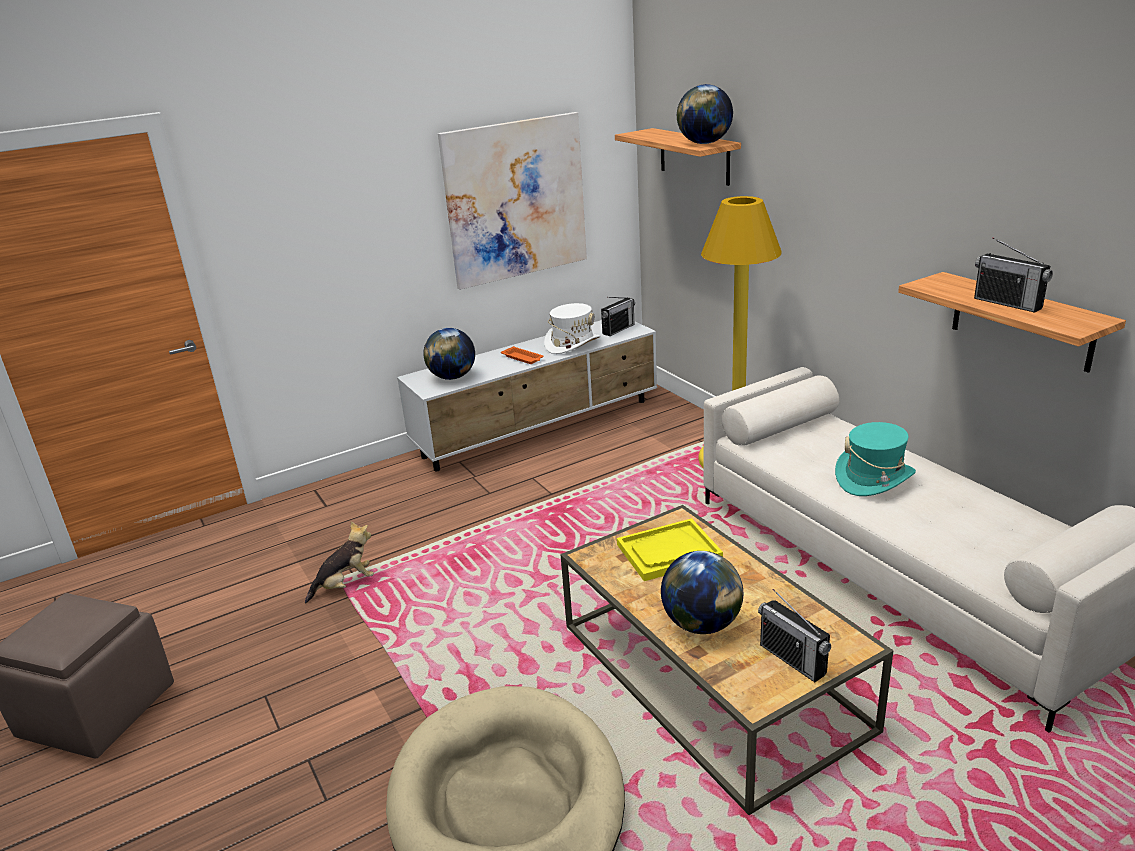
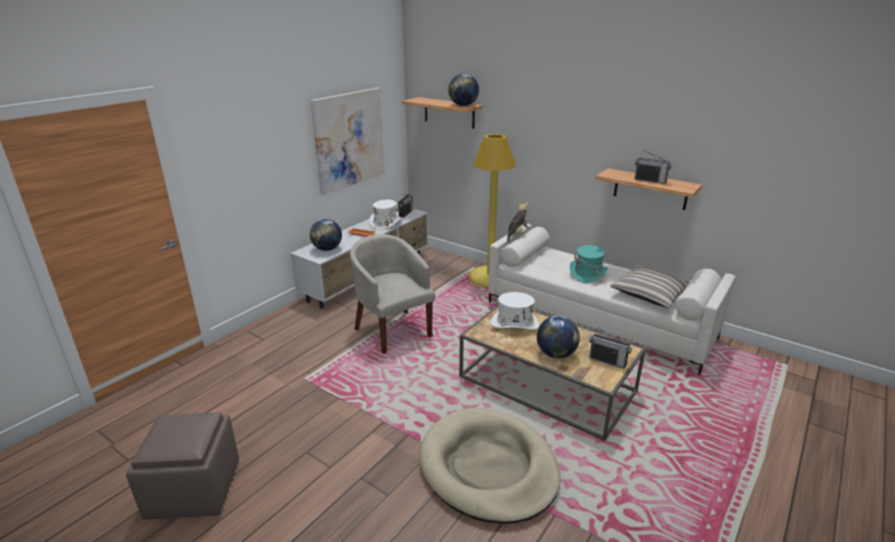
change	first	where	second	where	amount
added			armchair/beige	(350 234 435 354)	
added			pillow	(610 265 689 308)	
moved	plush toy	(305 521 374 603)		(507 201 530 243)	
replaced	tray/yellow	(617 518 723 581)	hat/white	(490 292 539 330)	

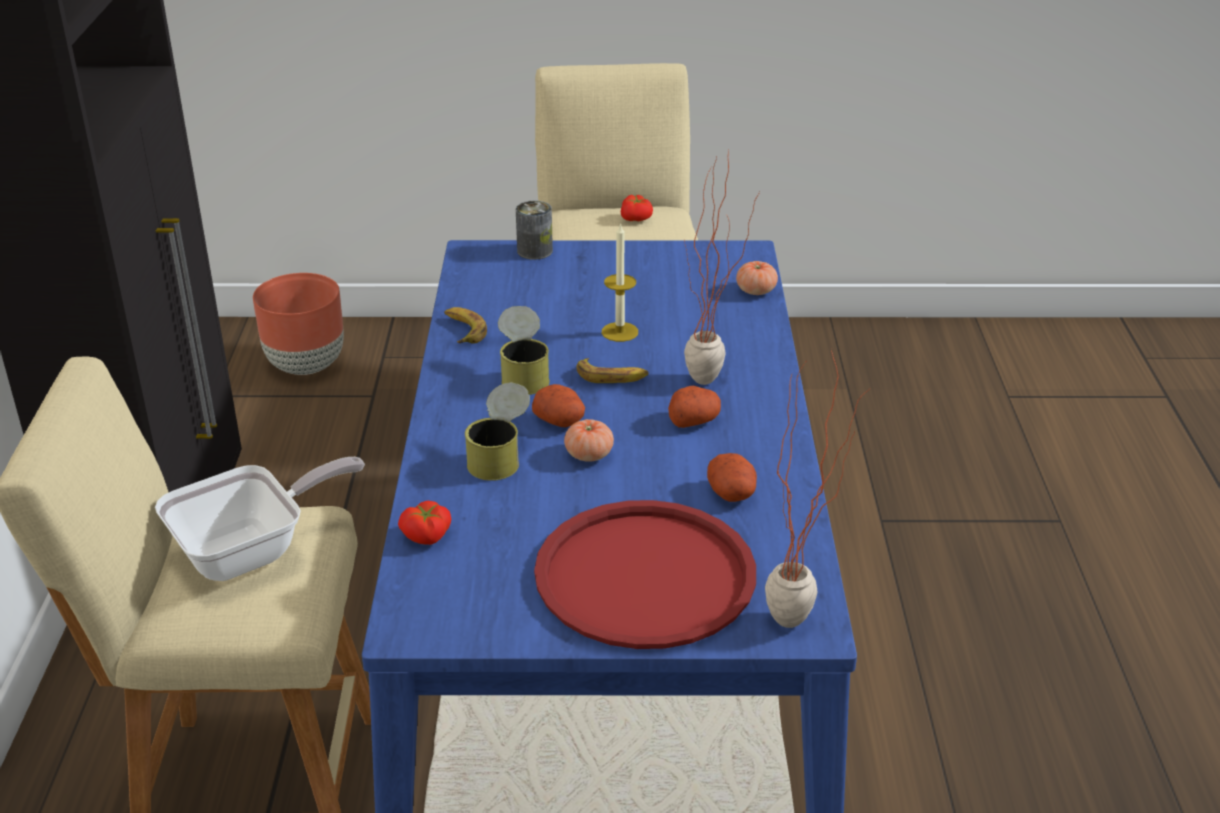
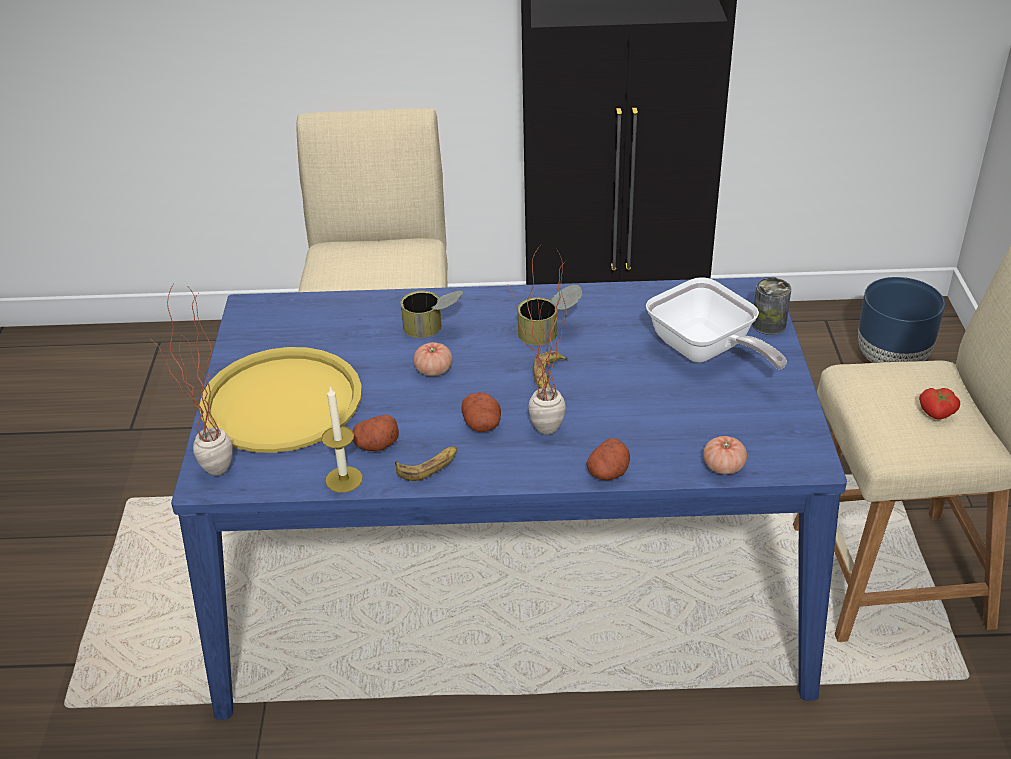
change	first	where	second	where	amount
removed	tomato	(398 501 451 545)			
moved	frying pan	(155 457 365 581)		(646 277 787 369)	
moved	banana	(444 307 487 344)		(395 446 457 481)	
moved	potato	(532 384 585 427)		(586 438 630 480)	
moved	candle	(602 223 638 342)		(321 386 363 493)	
recoloured	planter/brown	(253 273 344 375)	planter/blue	(858 277 945 363)	
recoloured	tray/red	(534 500 756 649)	tray/yellow	(200 347 362 453)	

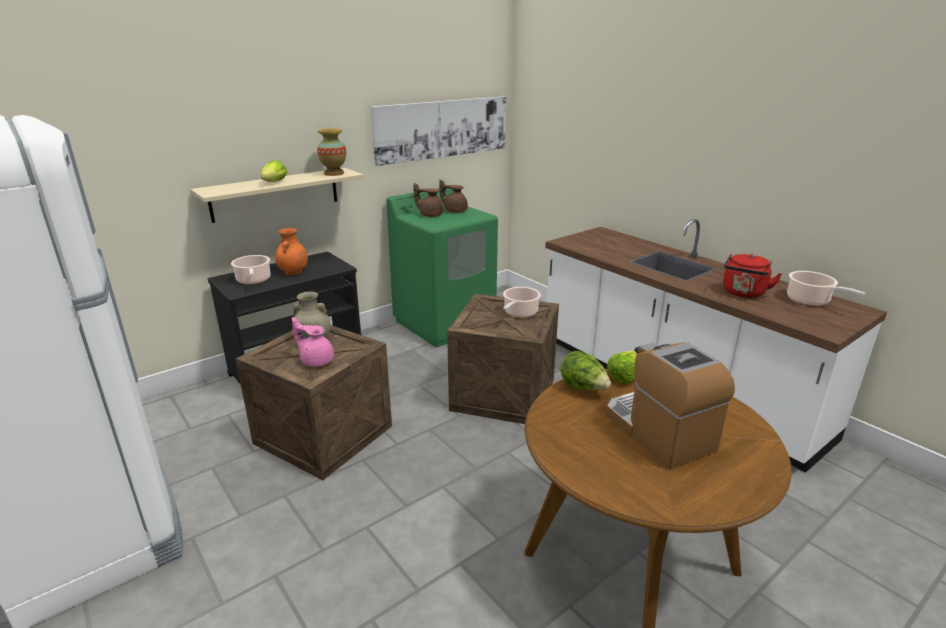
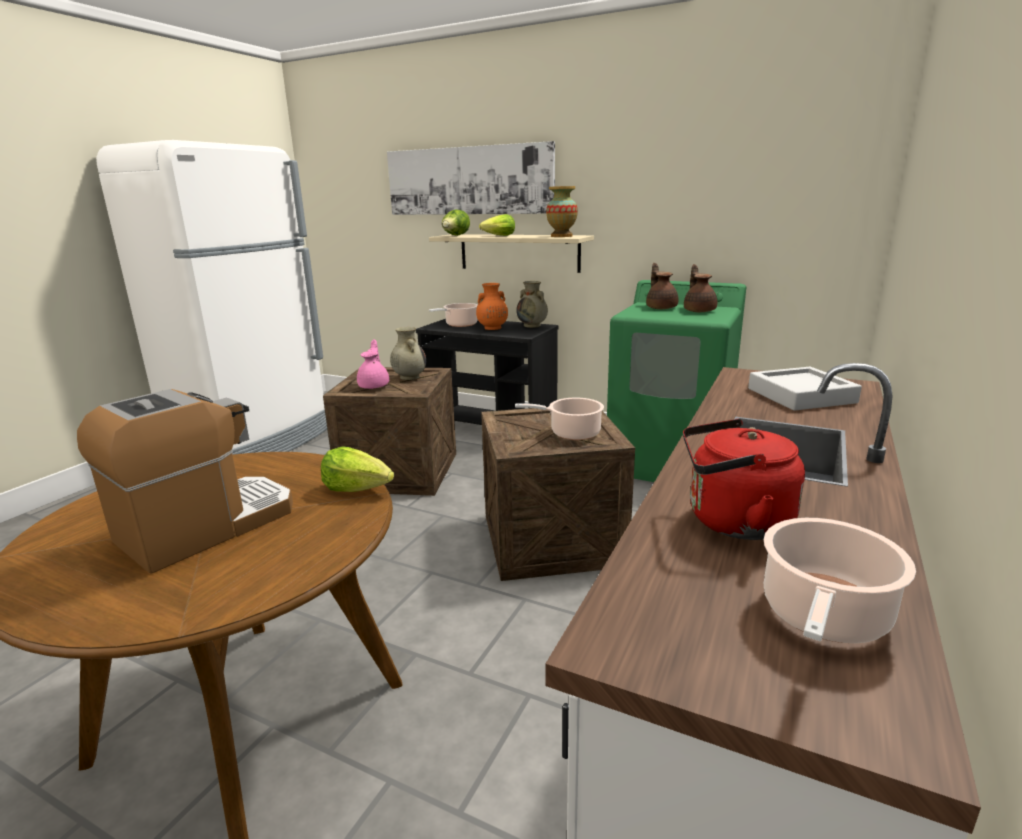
change	first	where	second	where	amount
added			vase/beige	(516 281 548 328)	
added			tray/grey	(748 367 862 411)	
moved	picture	(371 96 506 166)		(387 141 555 215)	
moved	lettuce	(560 351 611 391)		(442 209 470 236)	

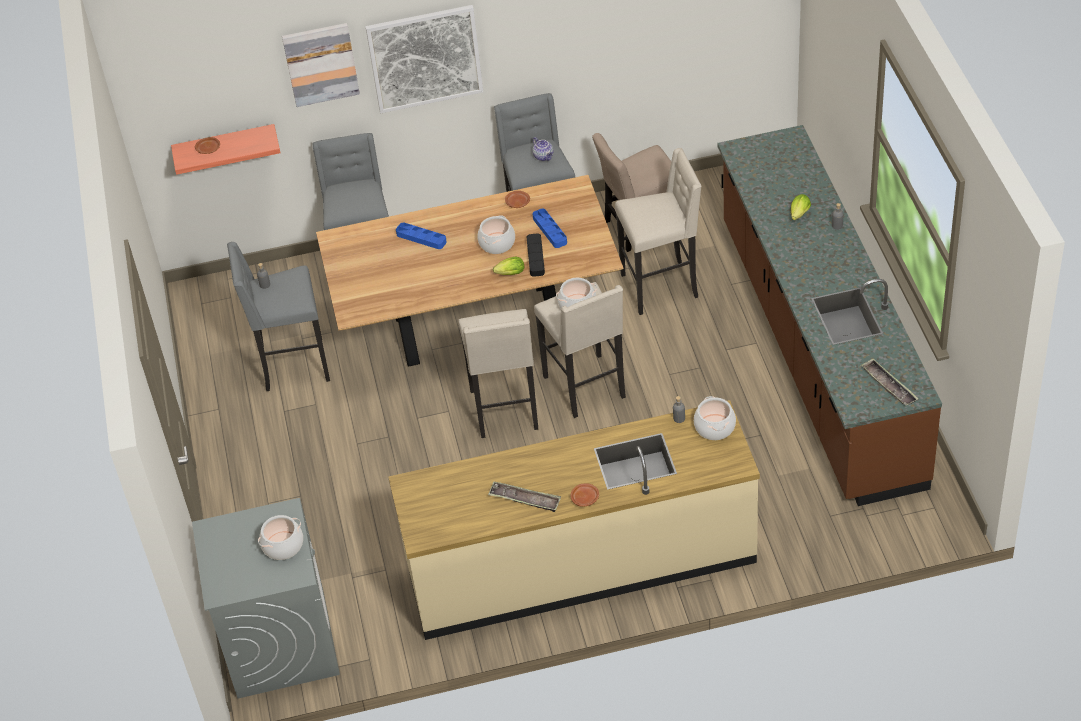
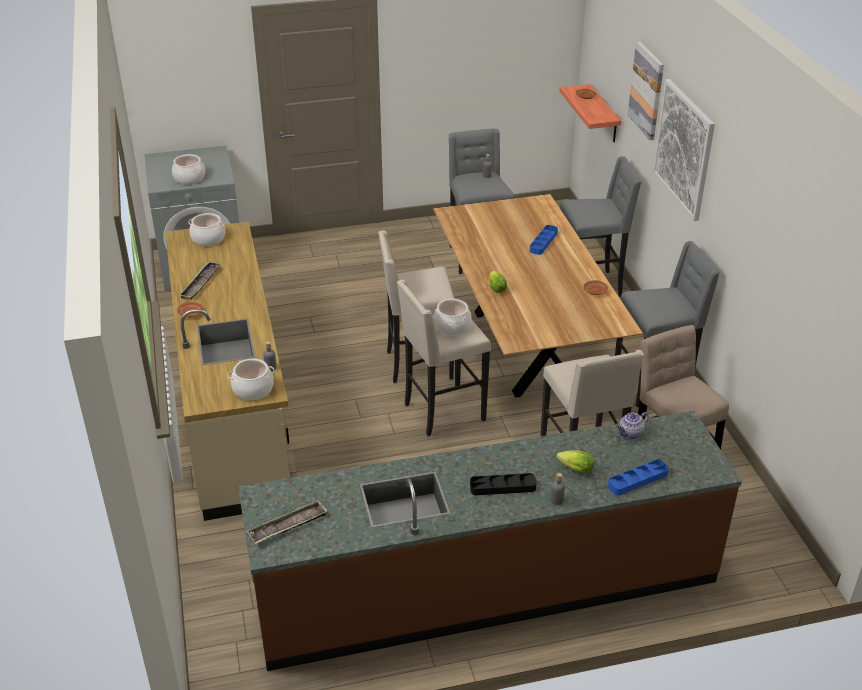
change	first	where	second	where	amount
moved	cooking pot	(477 215 515 254)		(188 213 225 246)	
moved	tray/black	(527 234 545 277)		(470 473 537 495)	
moved	teapot	(533 137 553 161)		(617 412 649 439)	
moved	tray/blue	(533 209 567 248)		(608 459 669 495)	

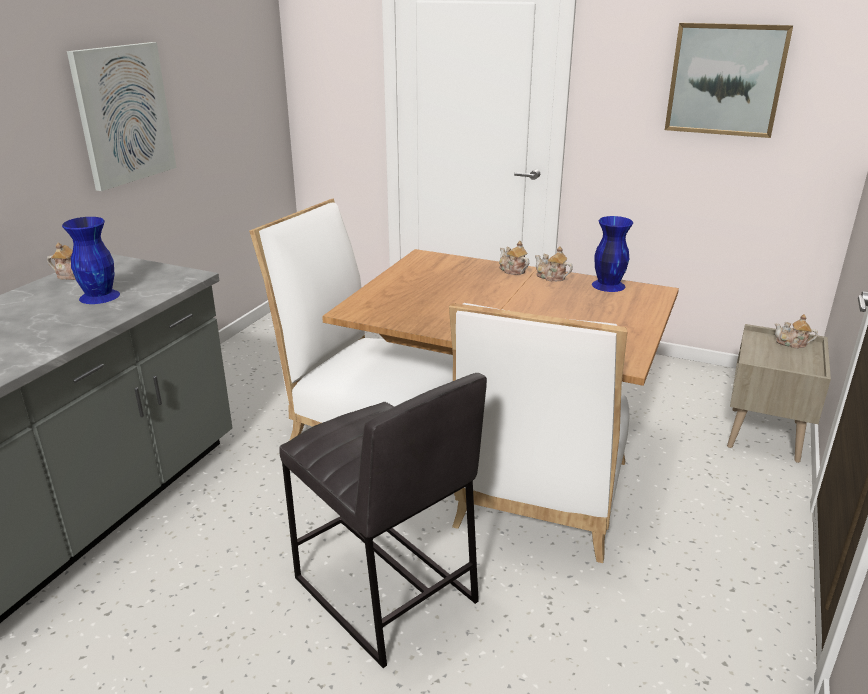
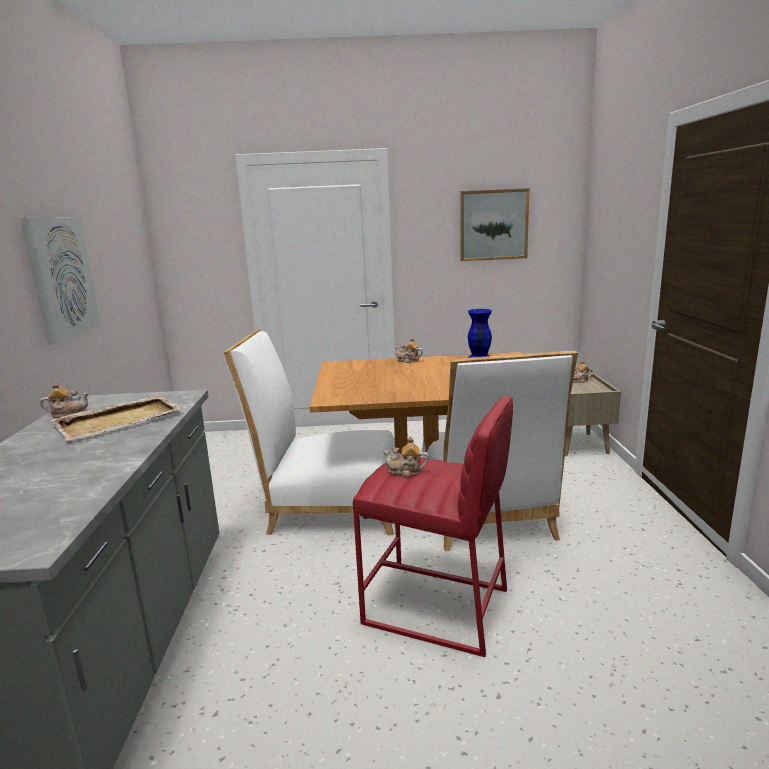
change	first	where	second	where	amount
moved	teapot	(535 246 573 281)		(383 436 429 477)	
replaced	vase/blue	(62 217 120 304)	tray/beige	(51 395 183 441)	
recoloured	stool/grey	(279 373 487 668)	stool/red	(353 396 513 657)	

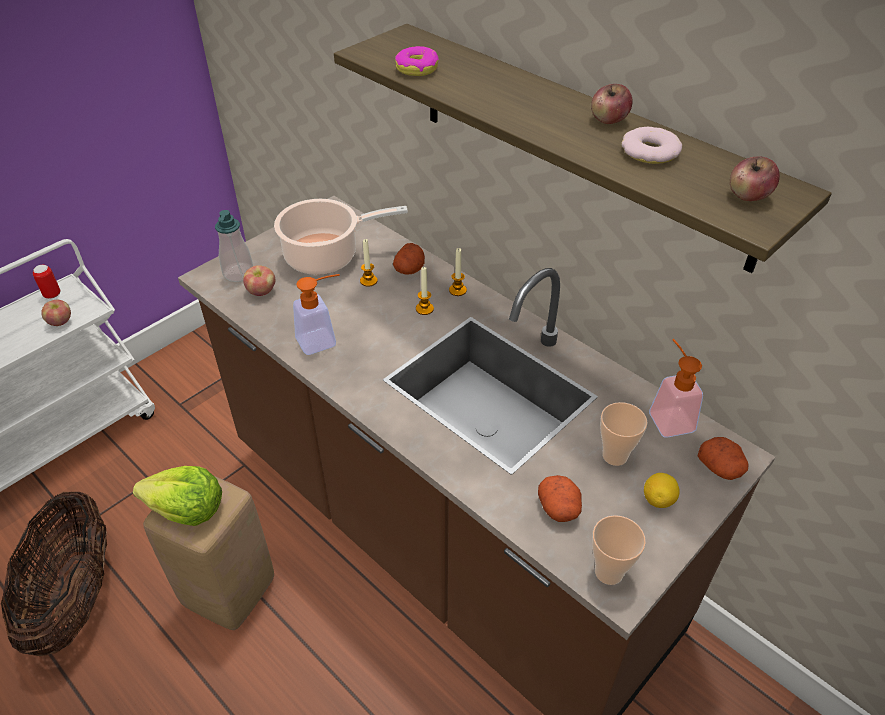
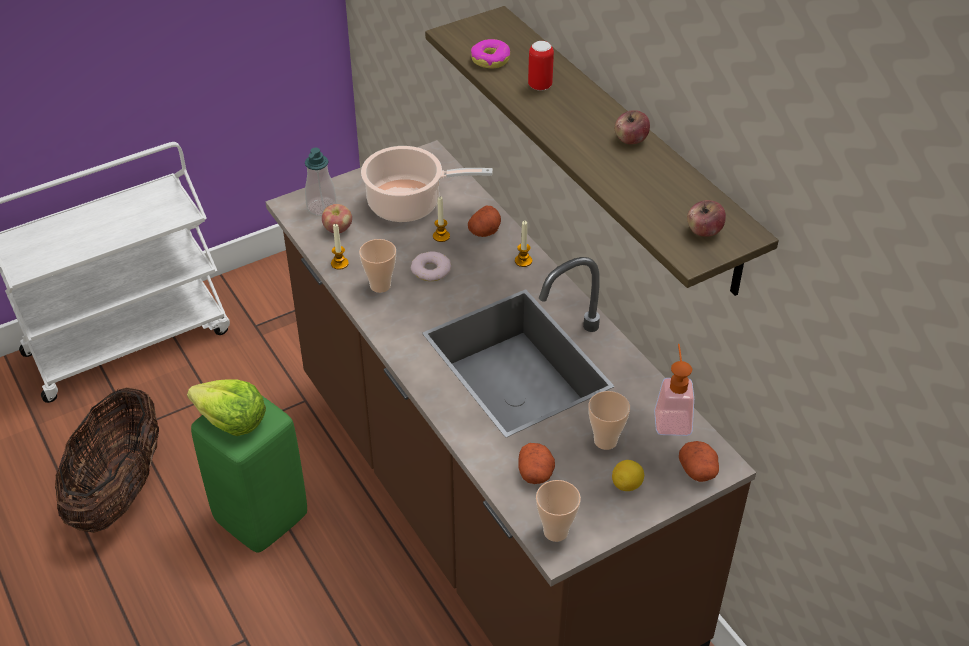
change	first	where	second	where	amount
removed	apple	(41 300 71 326)			
moved	can	(33 265 61 299)		(528 41 554 91)	
moved	candle	(416 267 434 315)		(331 224 349 270)	
moved	donut	(621 127 682 164)		(411 251 451 281)	
replaced	soap dispenser	(293 274 340 355)	cup	(359 239 396 293)	
recoloured	stool/beige	(143 476 274 630)	stool/green	(191 396 307 553)	

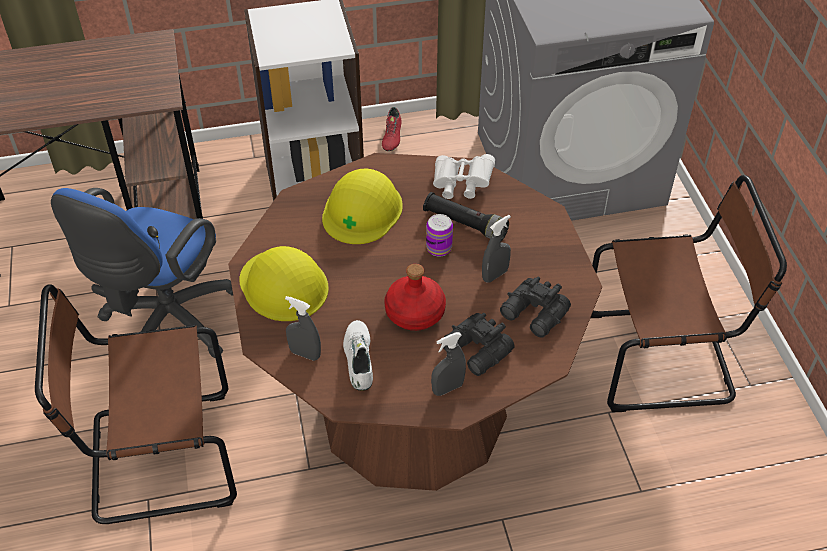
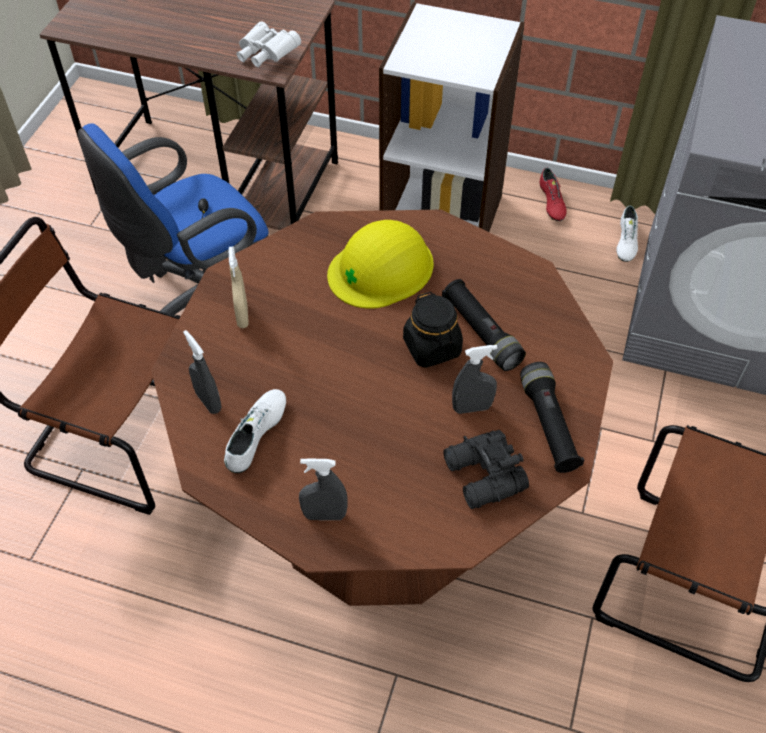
change	first	where	second	where	amount
removed	bottle/red	(384 264 446 331)			
removed	binoculars/black	(441 313 515 376)			
added			flashlight/black	(520 362 584 473)	
added			shoe/white	(616 206 638 262)	
moved	binoculars/white	(433 154 495 199)		(236 21 301 67)	
replaced	hard hat/yellow	(239 246 329 321)	spray bottle/beige	(228 246 249 328)	
replaced	can	(426 214 453 257)	jar/black	(403 292 463 368)	
turned	shoe/red	(382 107 402 151)		(540 168 567 221)	45 degrees counterclockwise

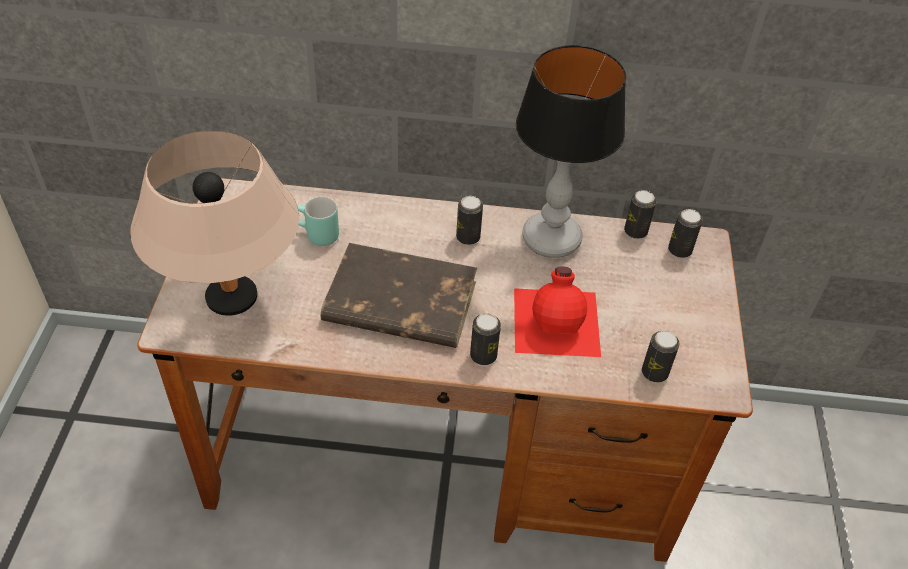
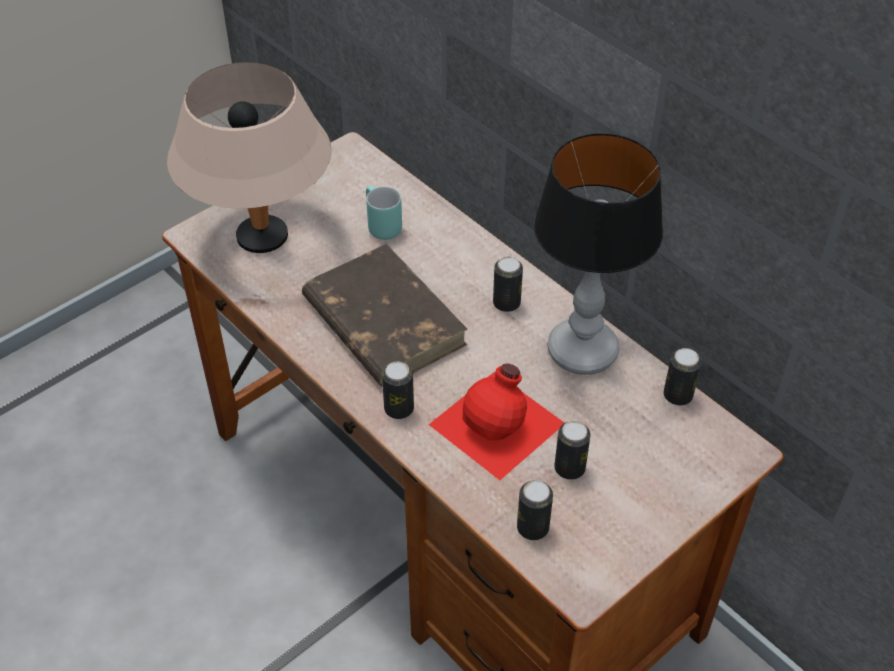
change	first	where	second	where	amount
moved	can	(668 209 703 258)		(554 421 591 480)	

